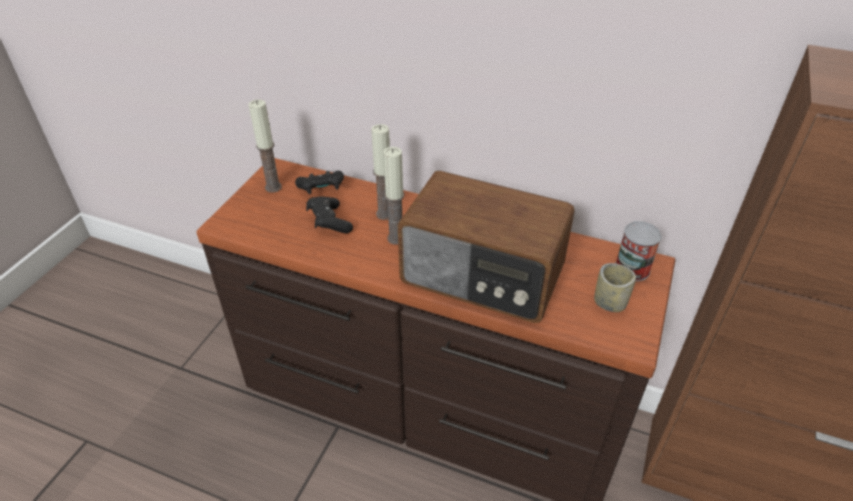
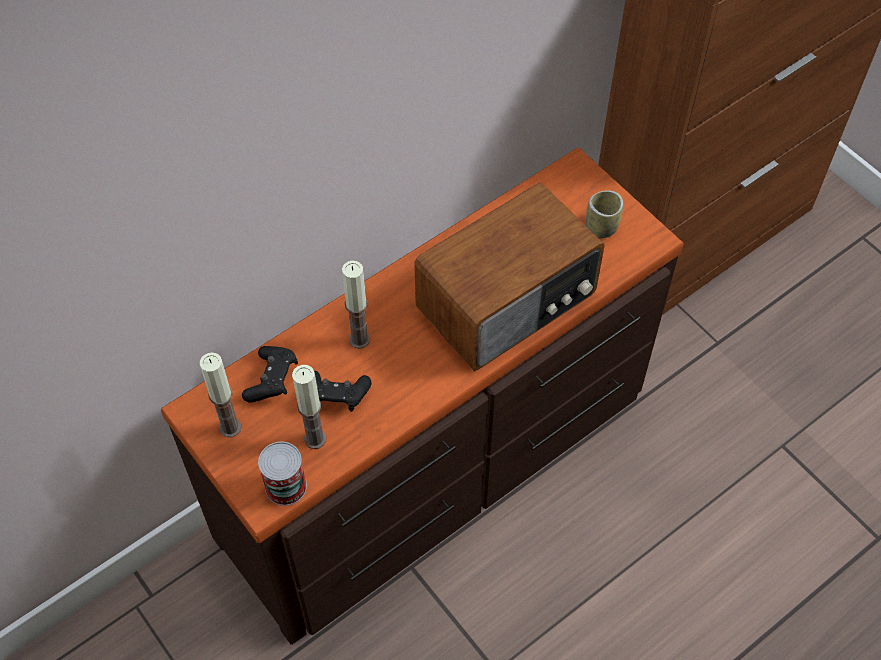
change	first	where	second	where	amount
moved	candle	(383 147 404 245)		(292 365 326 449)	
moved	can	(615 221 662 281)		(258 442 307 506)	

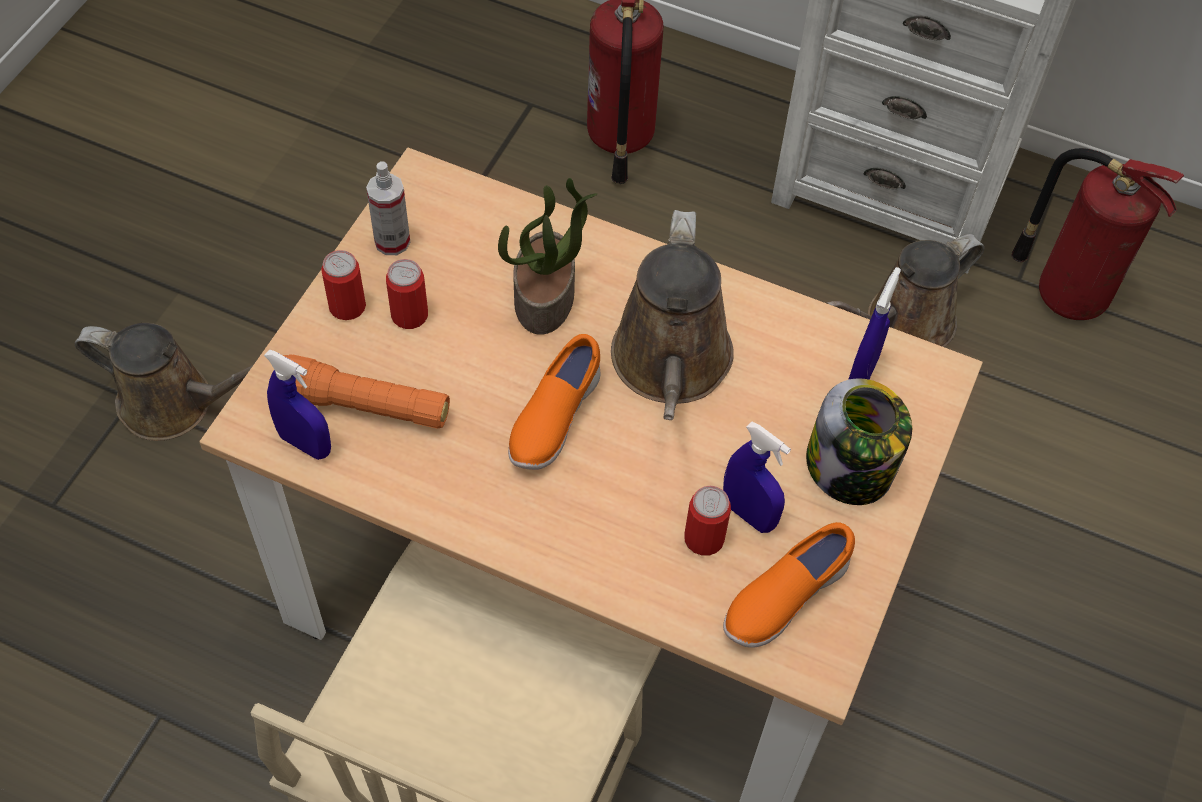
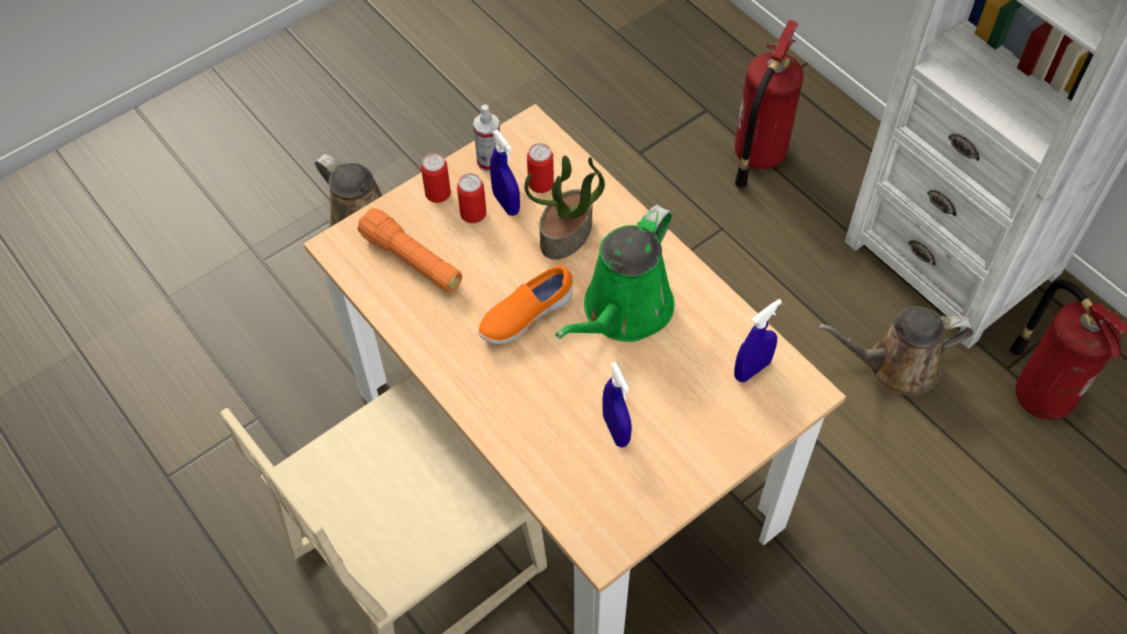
change	first	where	second	where	amount
removed	shoe/orange	(723 522 855 648)			
removed	jar	(806 378 912 505)			
moved	spray bottle/blue	(264 350 331 460)		(490 130 520 216)	
moved	can	(684 486 731 555)		(527 143 554 193)	
recoloured	watering can/brown	(611 210 734 420)	watering can/green	(555 205 675 342)	

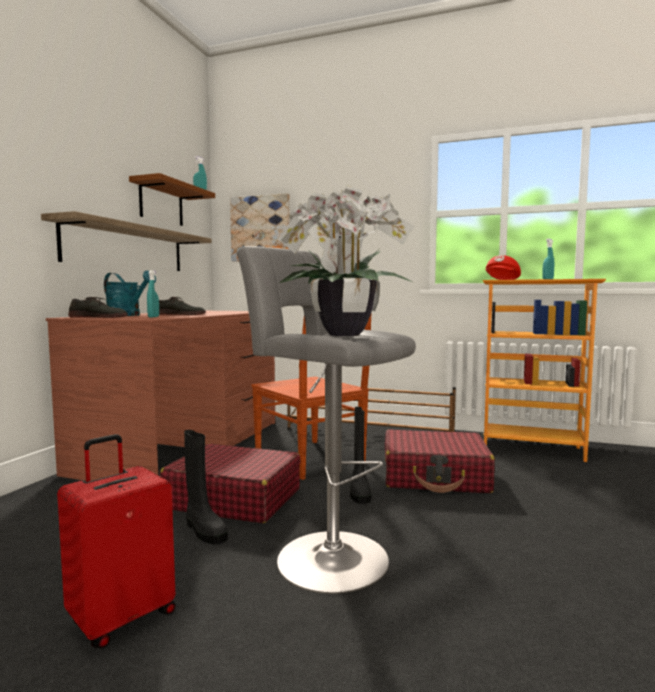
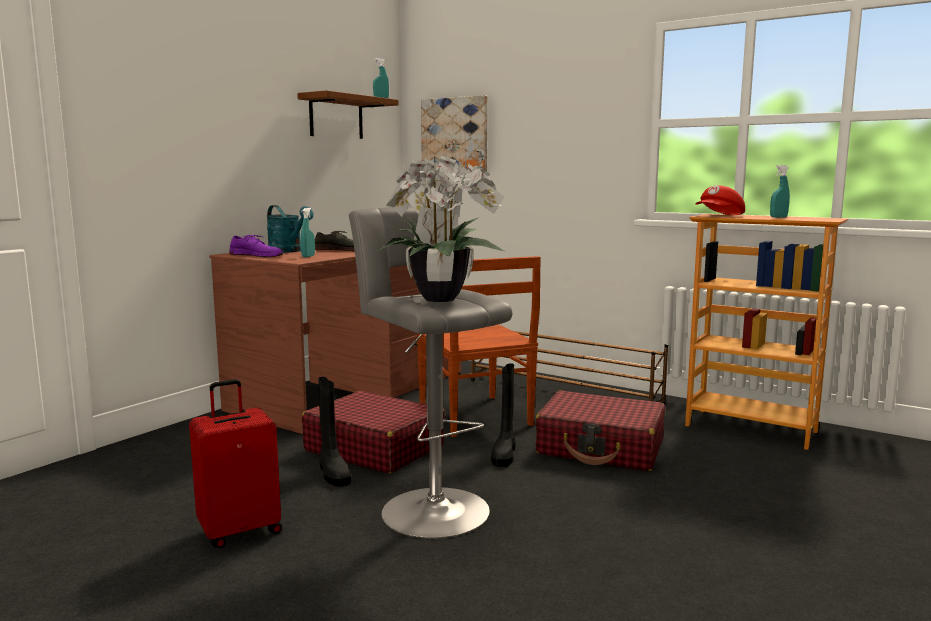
change	first	where	second	where	amount
removed	shelf	(41 211 212 271)			
recoloured	shoe/grey	(68 297 128 318)	shoe/purple	(229 235 283 257)	

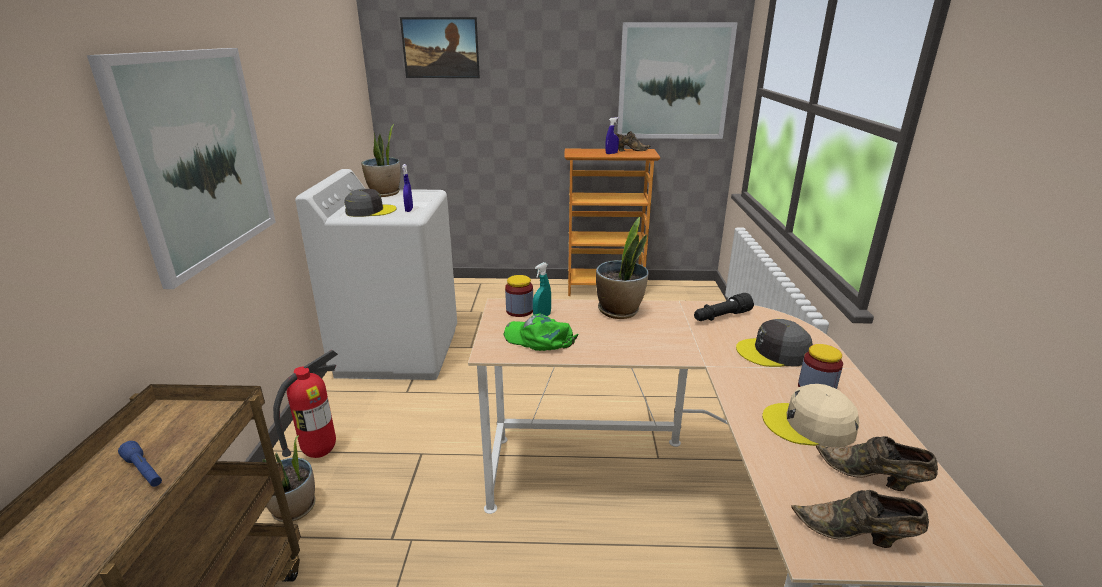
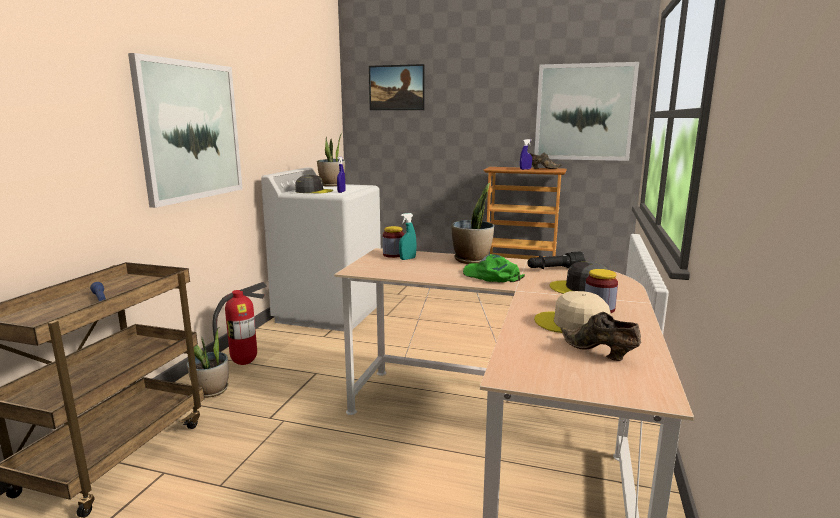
change	first	where	second	where	amount
removed	shoe/brown	(791 490 929 548)			
moved	cap/green	(503 314 579 351)		(463 254 525 282)	

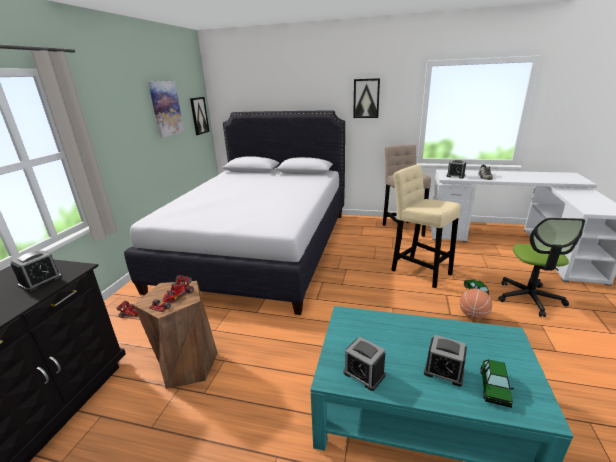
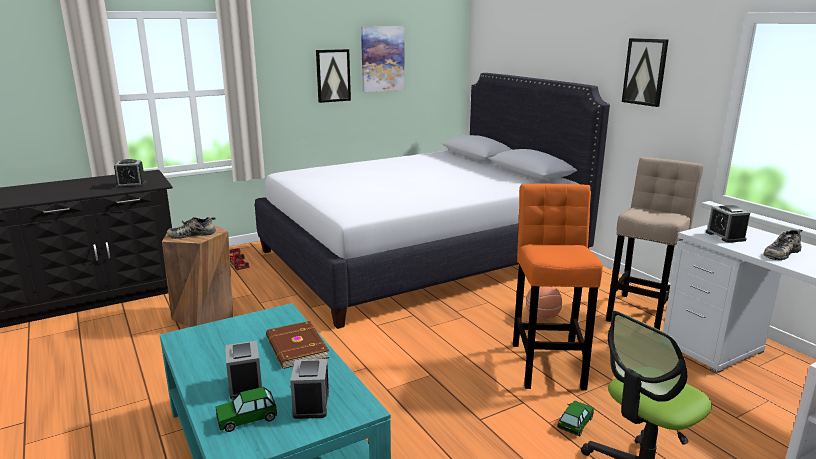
change	first	where	second	where	amount
added			book/brown	(266 321 329 369)	
moved	picture	(190 97 210 135)		(316 49 351 103)	
moved	alarm clock	(343 337 385 391)		(290 359 329 419)	
moved	basketball	(460 289 492 319)		(526 286 563 320)	
replaced	toy car	(149 275 194 312)	shoe	(167 217 216 239)	
recoloured	stool/beige	(391 164 461 288)	stool/orange	(513 184 603 390)	

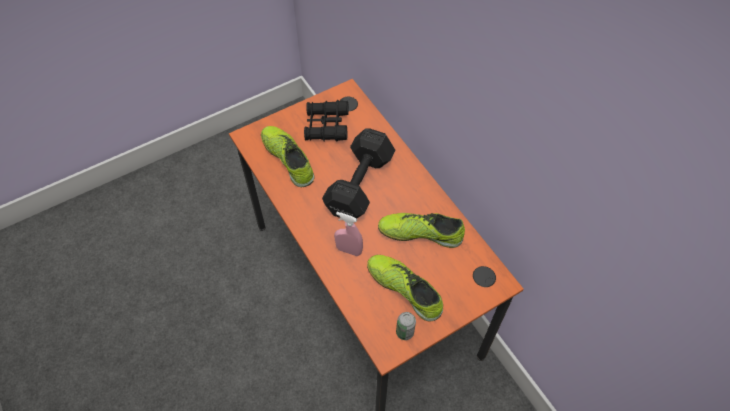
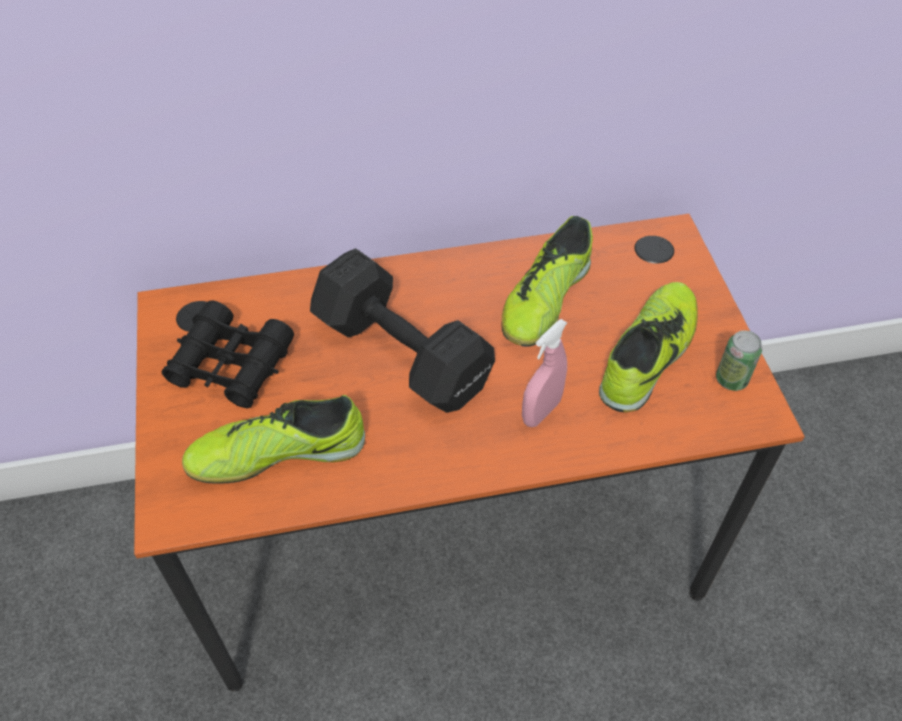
change	first	where	second	where	amount
turned	shoe	(367 255 443 321)		(599 282 698 413)	150 degrees clockwise

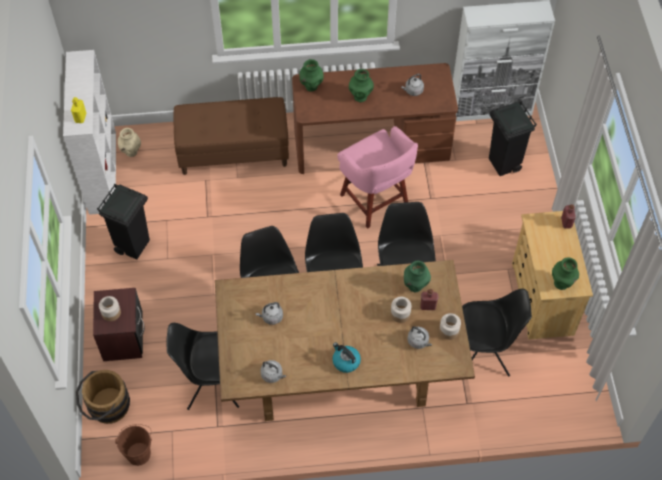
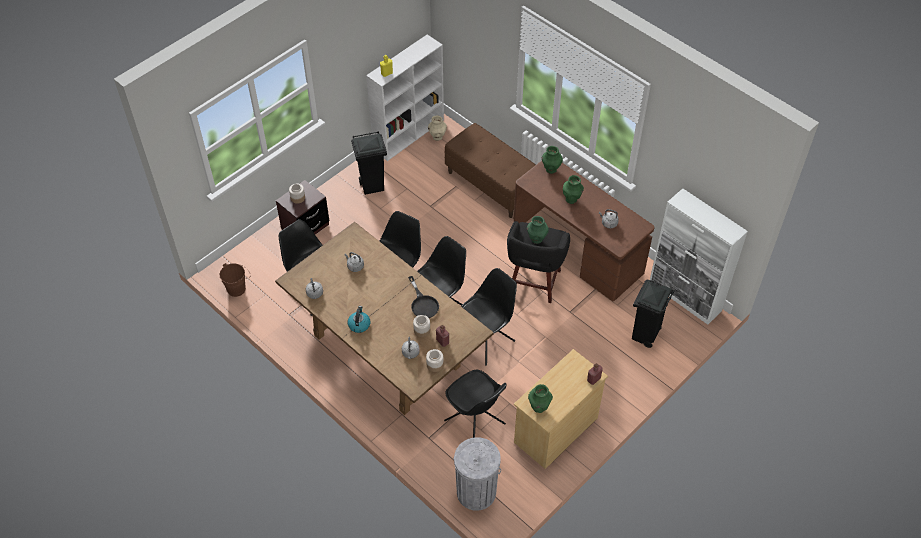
change	first	where	second	where	amount
removed	bucket/brown	(76 370 130 424)			
added			frying pan/black	(408 276 439 318)	
added			trash can/grey	(454 437 501 511)	
moved	vase/green	(404 261 431 292)		(527 216 549 244)	
recoloured	stool/pink	(338 126 418 229)	stool/black	(507 221 570 303)	

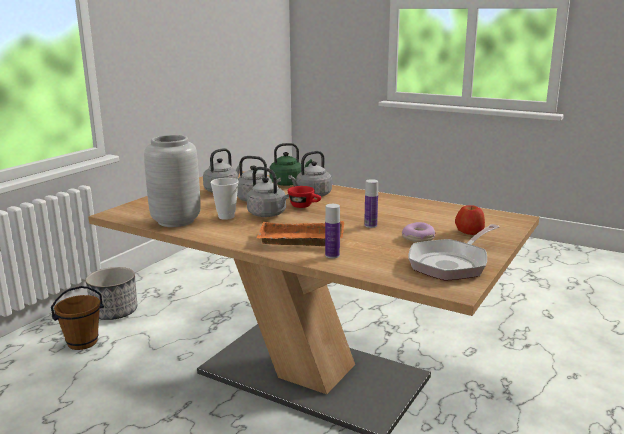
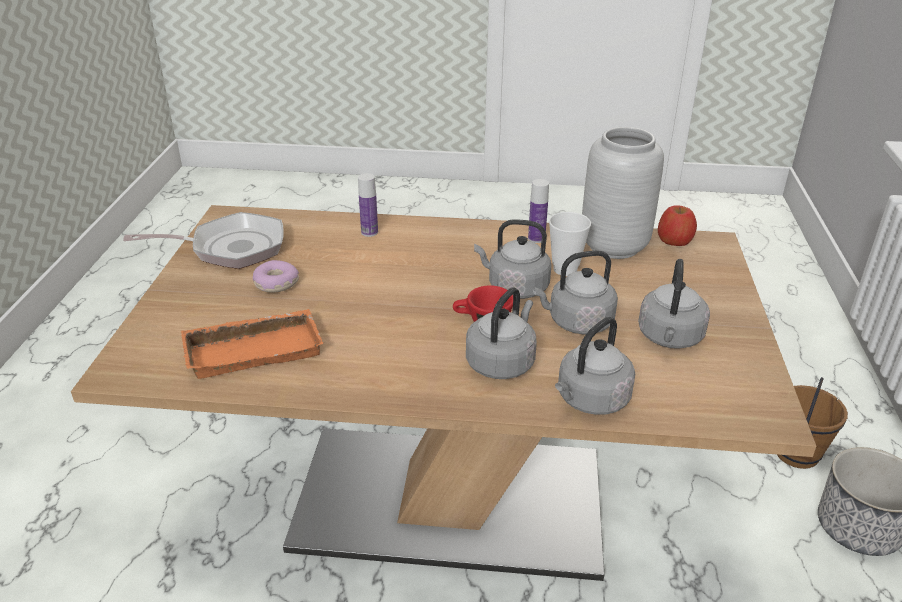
change	first	where	second	where	amount
moved	tray/orange	(257 221 344 246)		(181 309 323 379)	
moved	bottle	(364 179 378 228)		(528 179 549 243)	
moved	apple	(455 205 485 235)		(658 206 697 246)	
recoloured	kettle/green	(269 143 312 186)	kettle/grey	(555 317 635 415)	
turned	frying pan	(408 224 499 281)		(123 212 284 269)	60 degrees clockwise

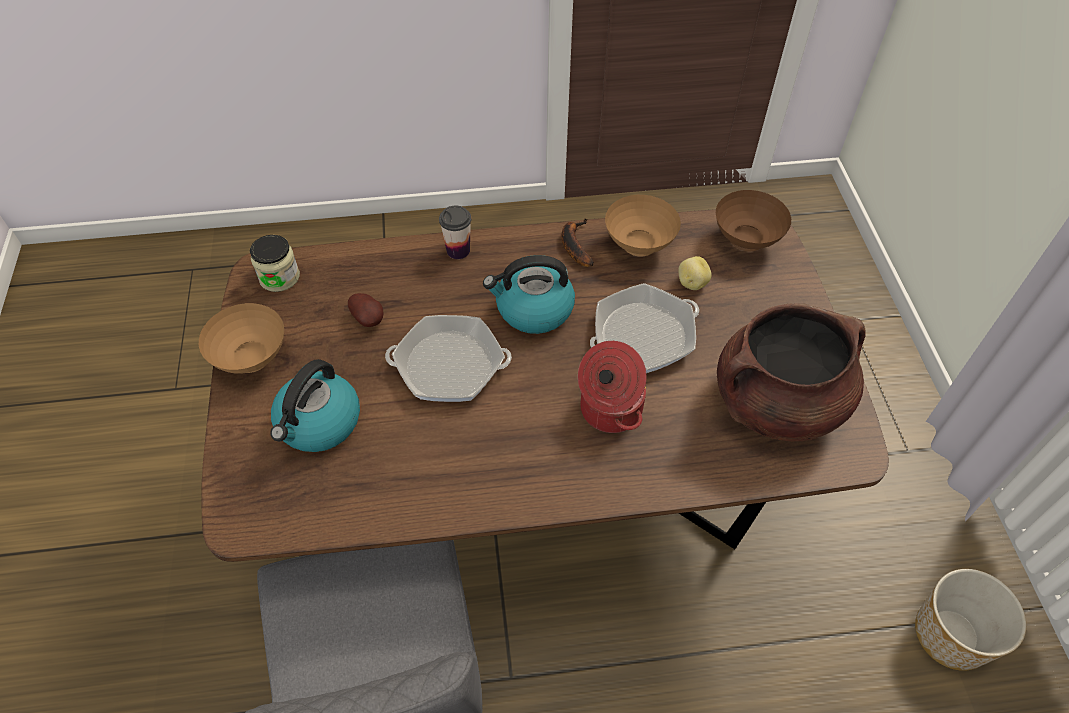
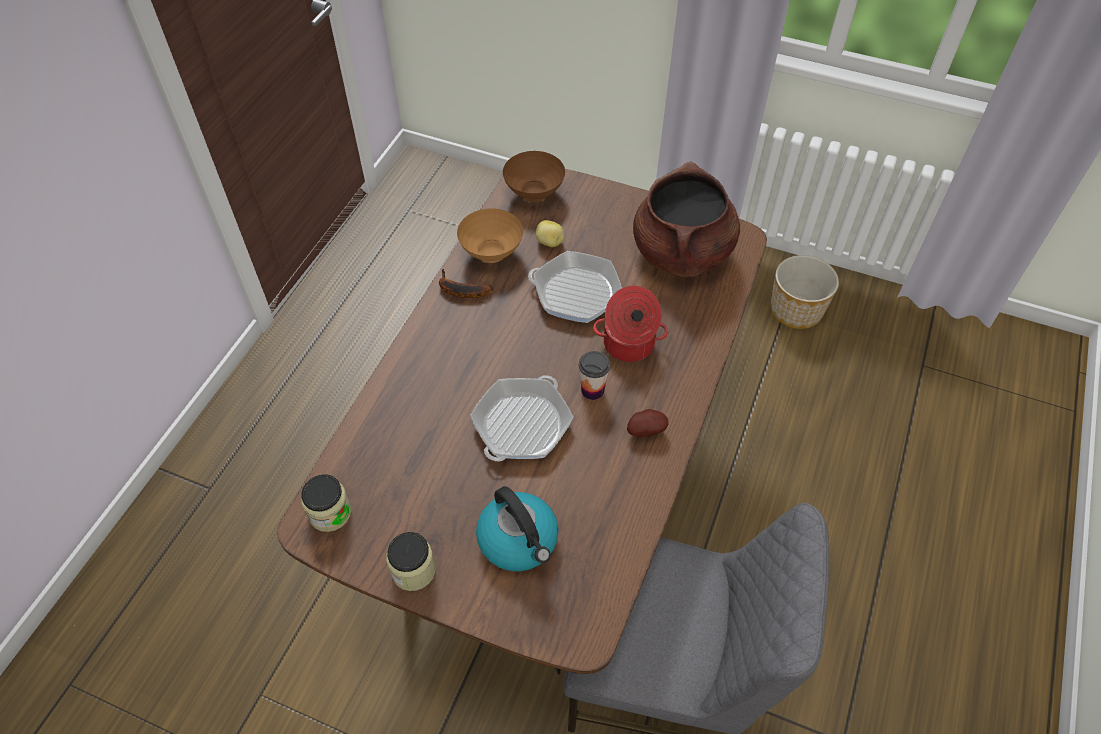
change	first	where	second	where	amount
removed	kettle	(483 255 575 334)			
moved	potato	(348 293 384 327)		(627 409 669 437)	
moved	cup	(439 205 471 259)		(579 351 610 400)	
replaced	bowl/brown	(199 303 284 374)	jar	(386 532 435 591)	
turned	frying pan	(590 283 699 373)		(528 251 622 323)	105 degrees clockwise

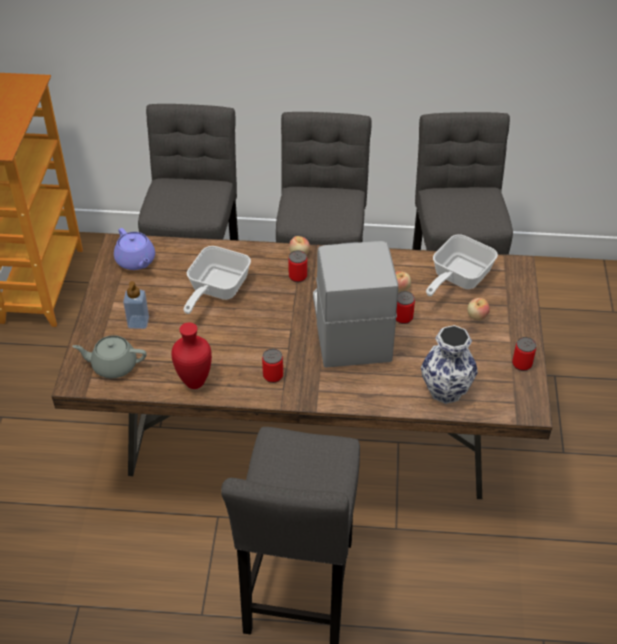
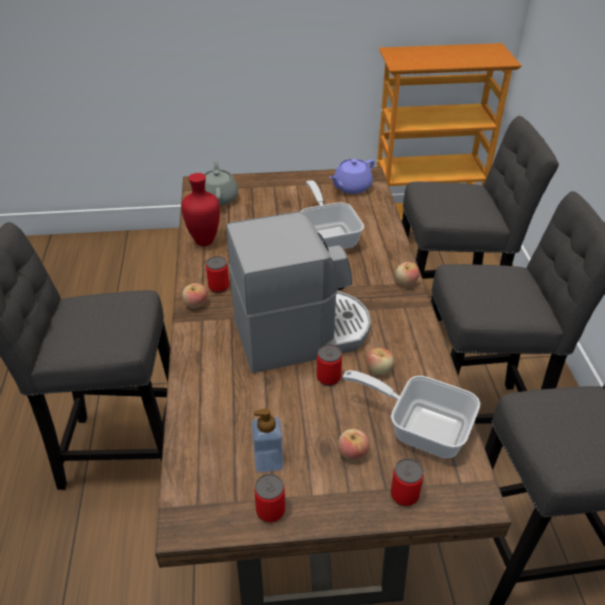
change	first	where	second	where	amount
removed	vase	(421 325 478 404)			
added			apple	(182 283 208 308)	
moved	soap dispenser	(123 281 149 329)		(252 408 283 473)	
moved	can	(288 250 307 282)		(391 459 424 506)	
turned	frying pan	(184 246 251 314)		(300 180 364 249)	60 degrees clockwise

